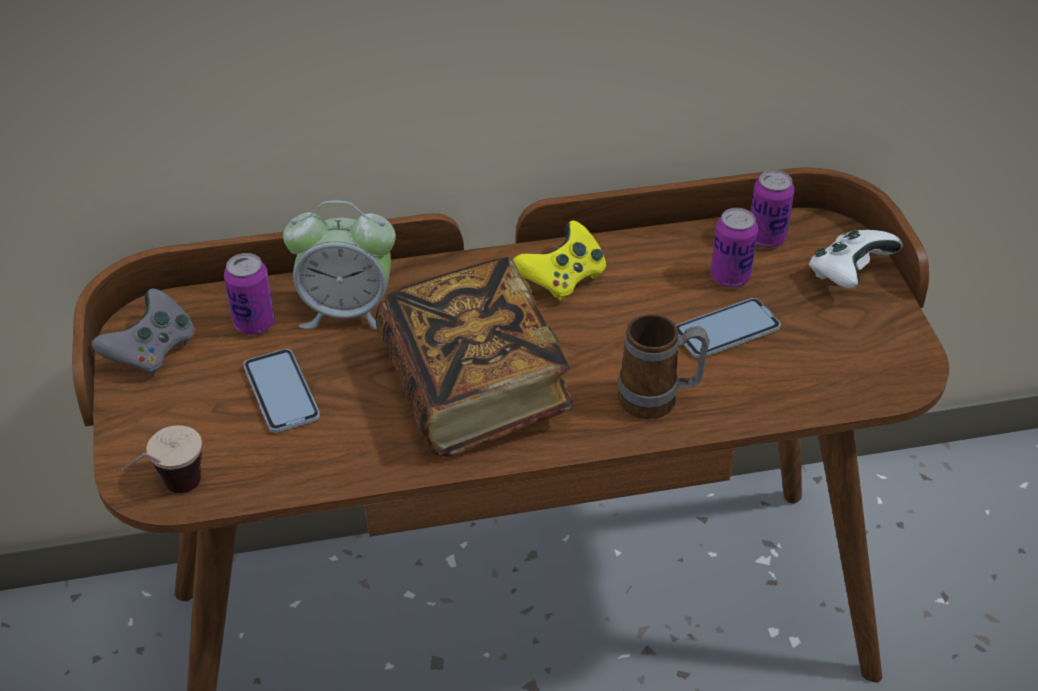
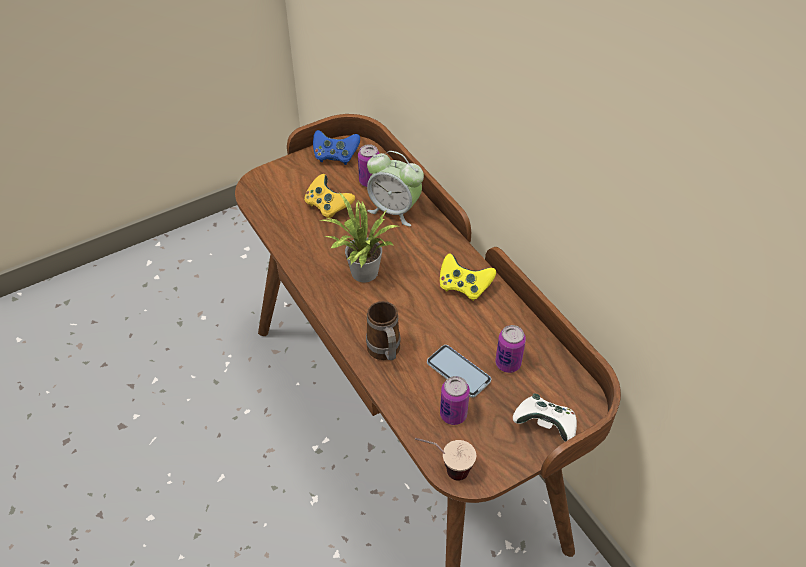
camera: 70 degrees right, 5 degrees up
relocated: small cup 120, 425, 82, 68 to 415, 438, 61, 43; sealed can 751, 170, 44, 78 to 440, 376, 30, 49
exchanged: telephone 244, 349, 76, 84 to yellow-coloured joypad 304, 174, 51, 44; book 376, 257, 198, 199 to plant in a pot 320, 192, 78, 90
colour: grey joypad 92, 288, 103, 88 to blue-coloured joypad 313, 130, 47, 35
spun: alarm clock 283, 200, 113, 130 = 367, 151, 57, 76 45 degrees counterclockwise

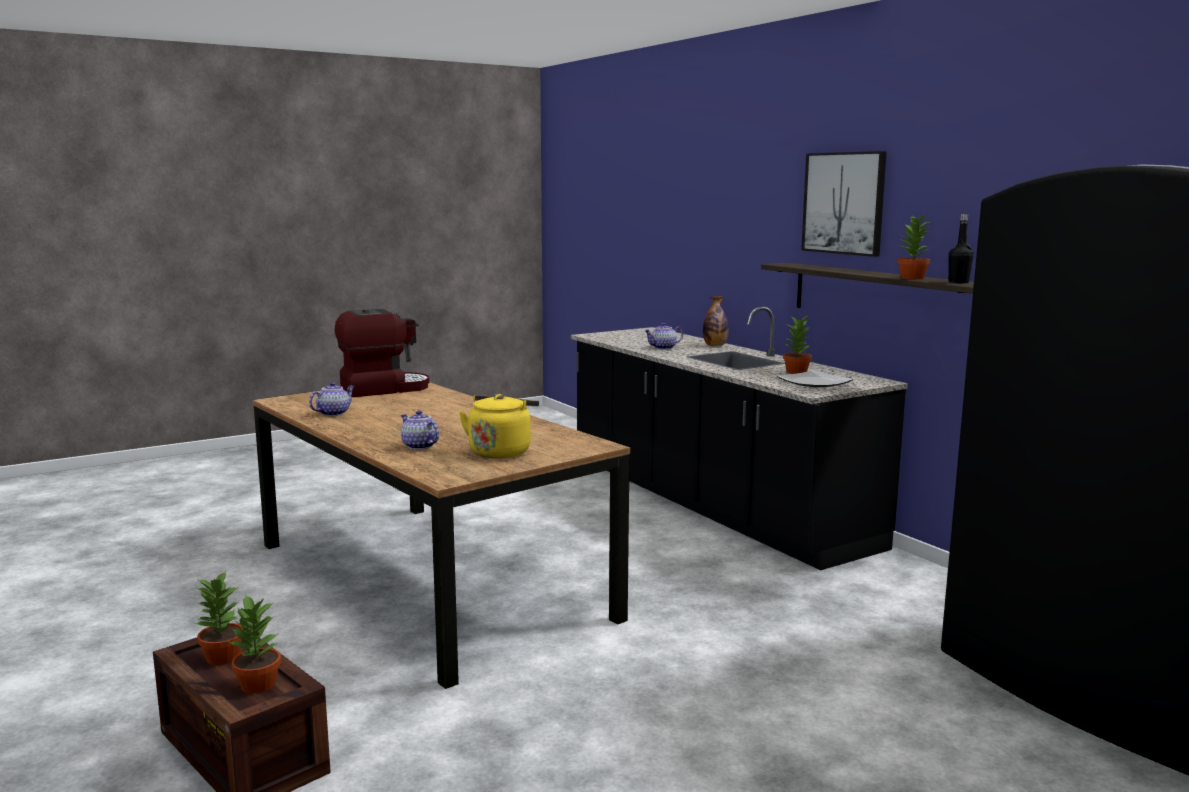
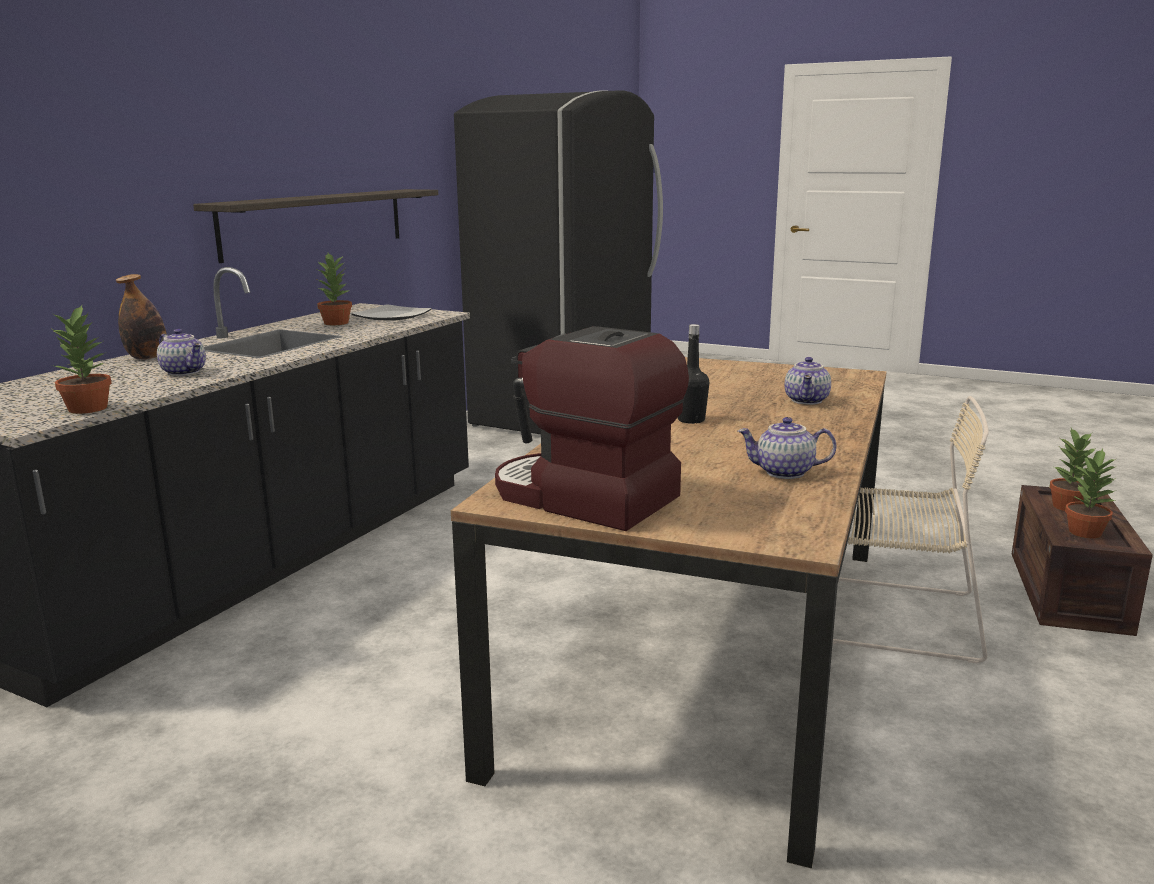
camera: 120 degrees left, 5 degrees up
missing: yellow-coloured tea kettle 459, 394, 80, 64; picture 801, 151, 86, 106
appeared: beige-coloured upright chair 833, 396, 156, 268
relocated: plant in a pot 897, 213, 33, 66 to 52, 305, 60, 109; blackish drink bottle 948, 214, 26, 69 to 678, 324, 31, 100

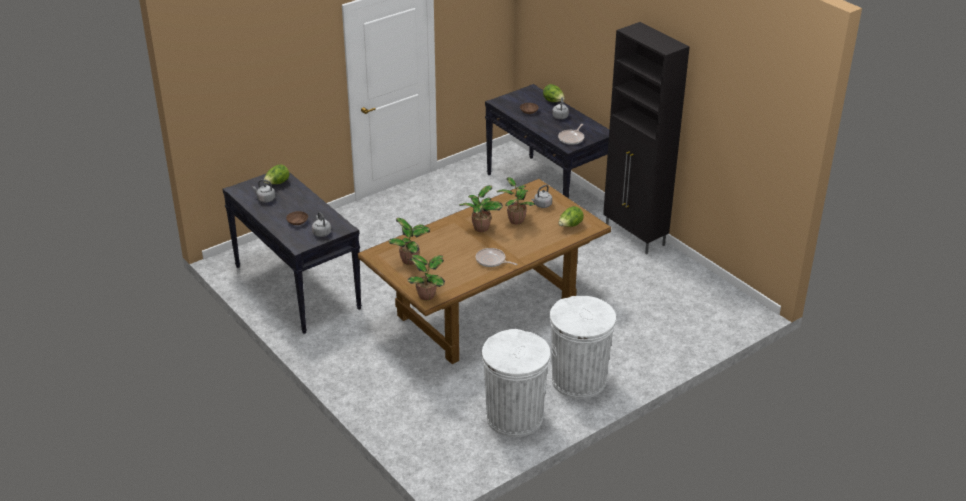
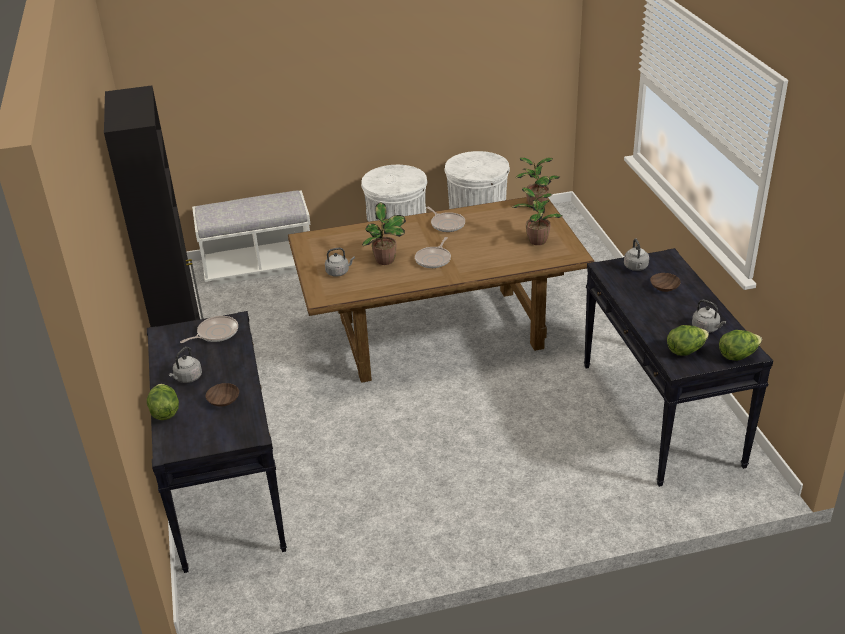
camera: 155 degrees left, 0 degrees up
appeared: whitish indoor bench 192, 190, 119, 95
relocated: lettuce head 559, 206, 25, 21 to 719, 330, 43, 31
exchanged: plant in a pot 459, 185, 44, 47 to frying pan 415, 237, 36, 31

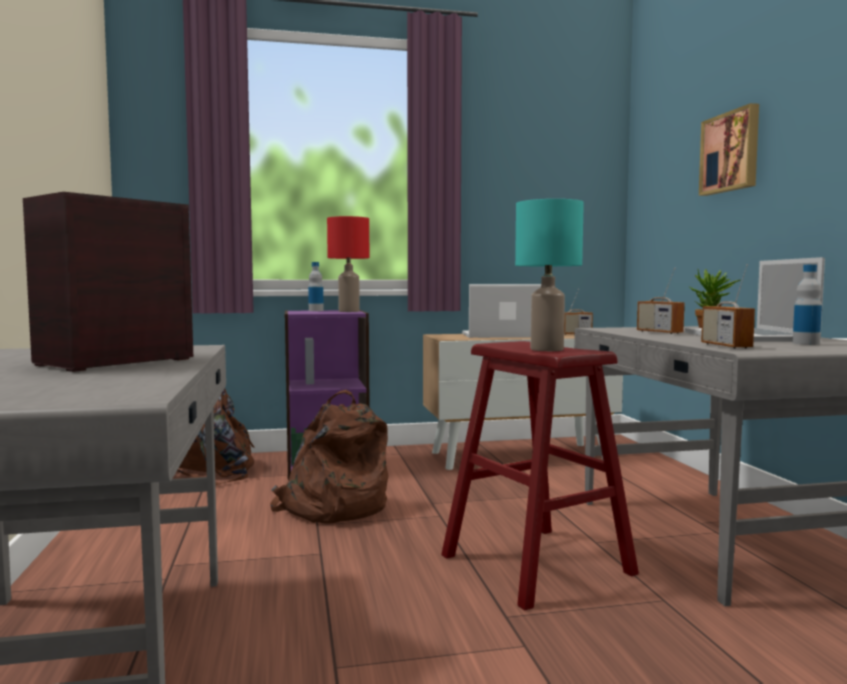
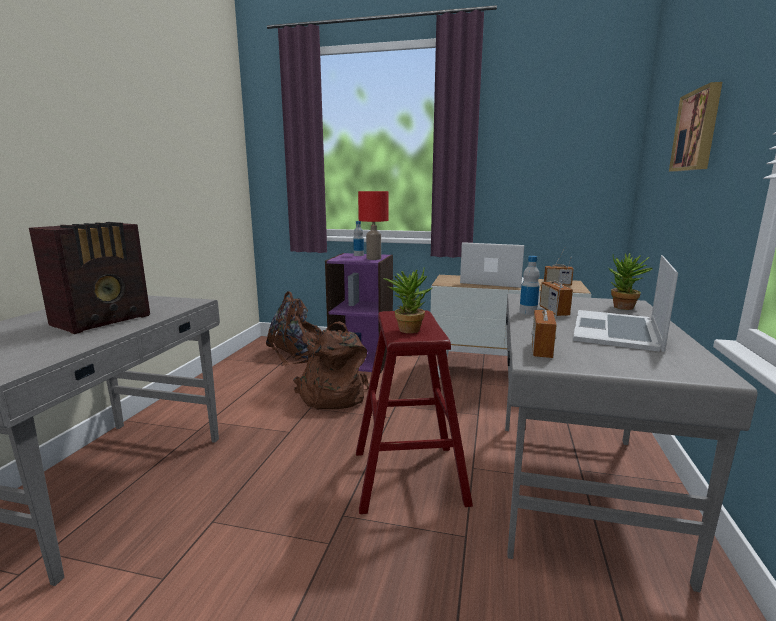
camera: 25 degrees right, 10 degrees up
relocated: drink bottle 793, 265, 29, 80 to 519, 256, 21, 59
exchanged: turquoise-coloured tabletop lamp 515, 199, 69, 152 to plant in a pot 383, 266, 49, 67
spun: radio 23, 192, 170, 180 = 29, 222, 121, 112 150 degrees clockwise

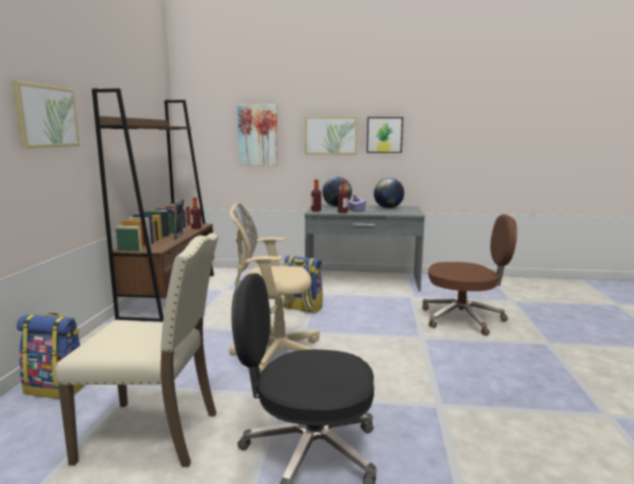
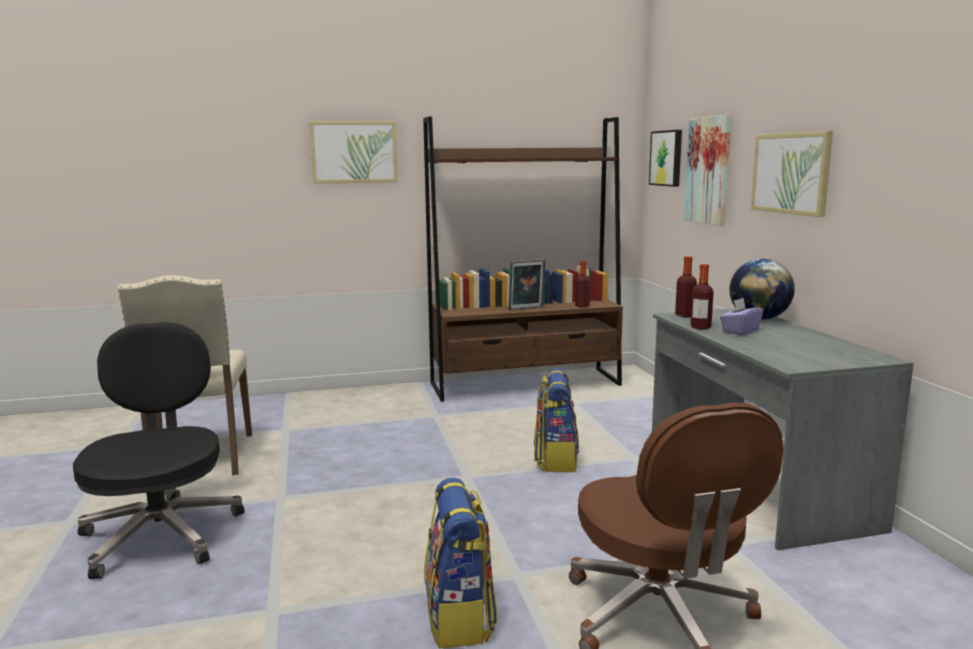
camera: 70 degrees right, 0 degrees up
missing: beige-coloured desk chair 229, 203, 91, 171; desk globe 374, 178, 30, 30
relocated: knapsack 17, 313, 68, 85 to 424, 478, 74, 170; picture 367, 117, 36, 36 to 649, 130, 33, 57

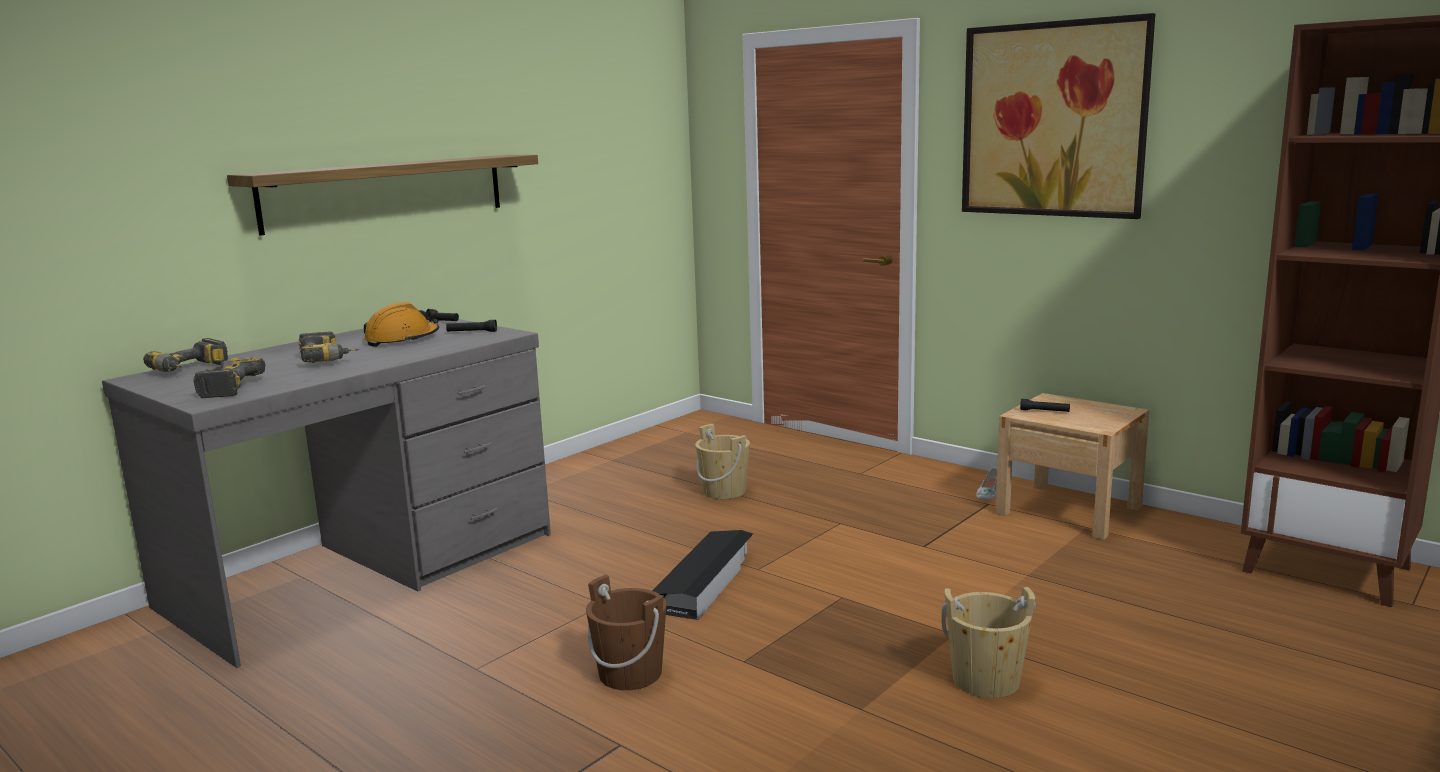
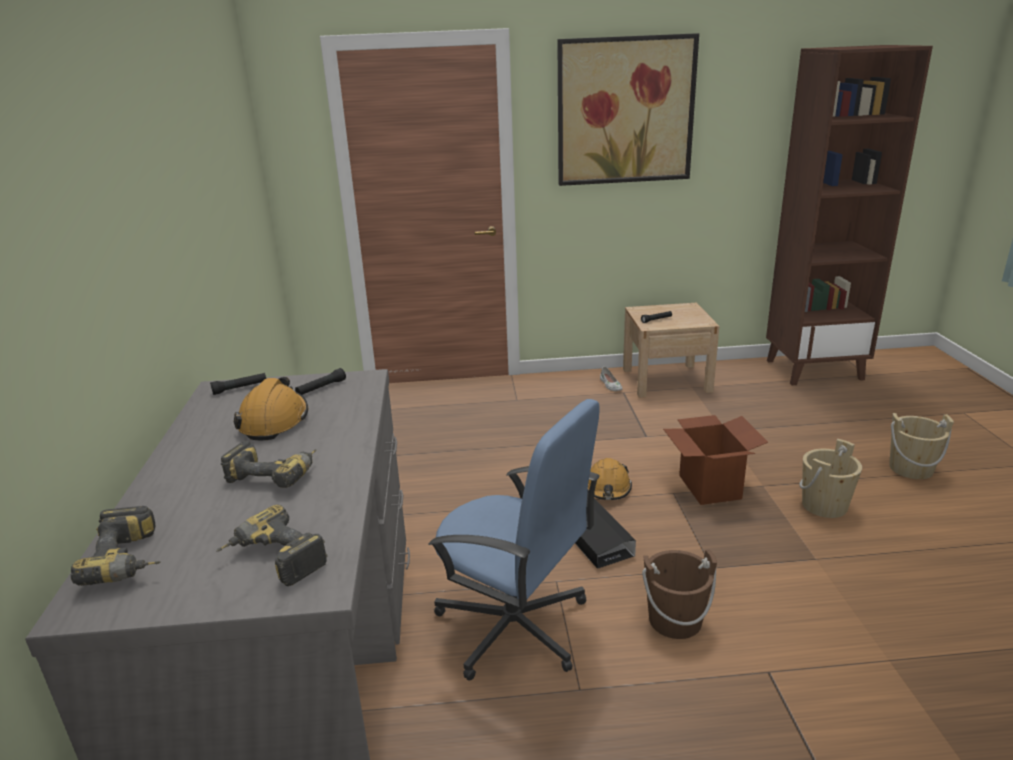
camera: 45 degrees left, 10 degrees up
missing: shelf 227, 155, 311, 81
appeared: blue-coloured desk chair 428, 399, 172, 282; orange hard hat 588, 458, 44, 42; carton 663, 415, 105, 90
relocated: beige-coloured water bucket 695, 424, 55, 75 to 889, 413, 65, 66

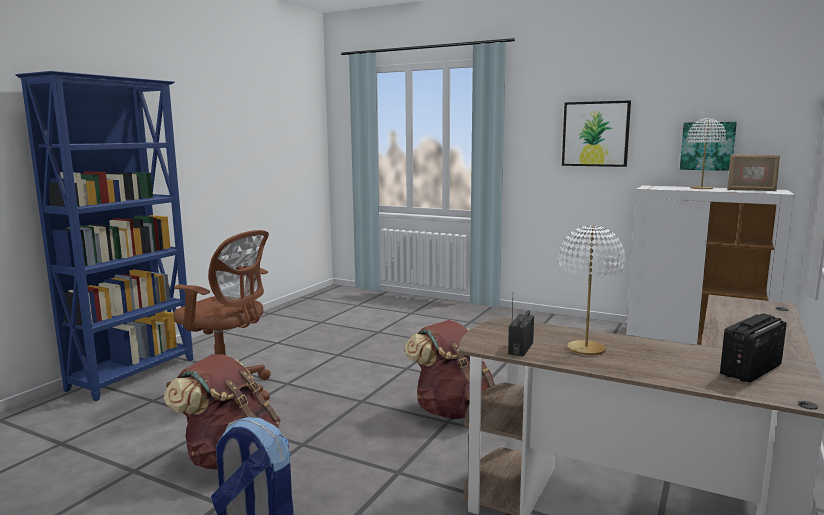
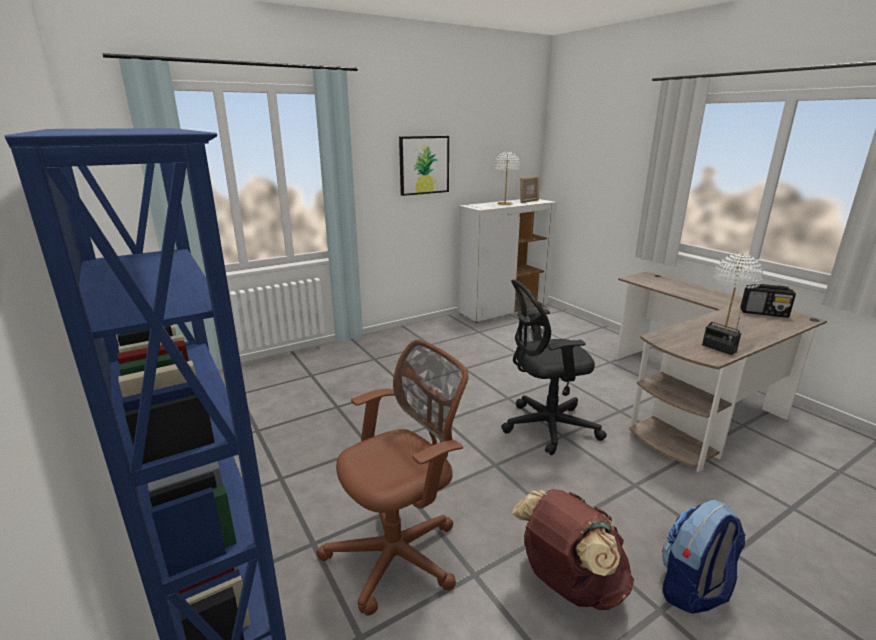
camera: 60 degrees left, 10 degrees up
missing: picture 680, 122, 57, 49
exchanged: brownish knapsack 404, 320, 91, 99 to blackish desk chair 501, 280, 106, 175
spun: radio 720, 314, 67, 69 = 740, 284, 56, 34 60 degrees counterclockwise

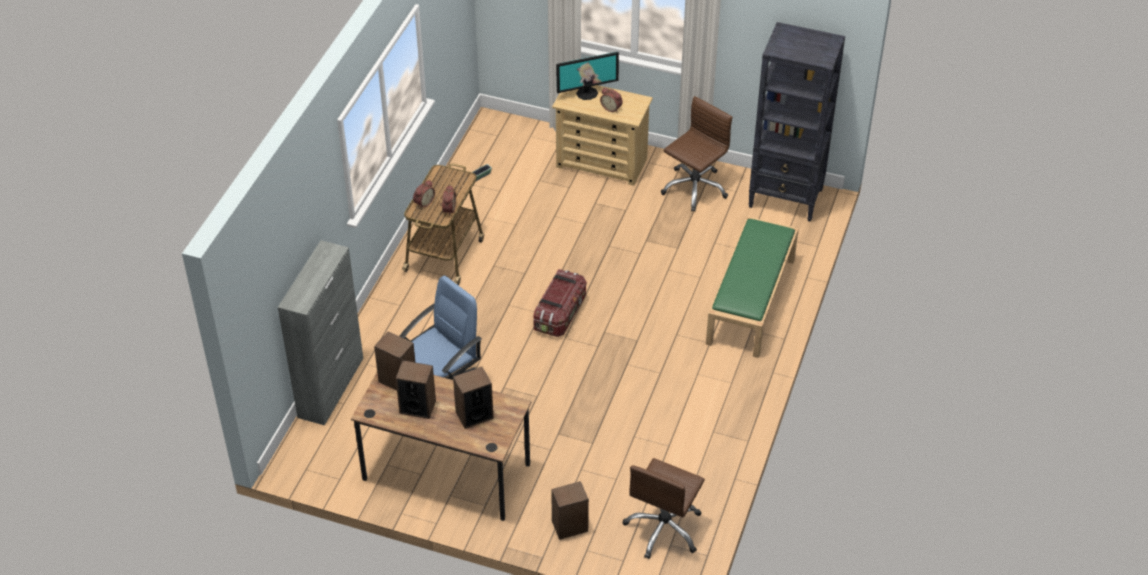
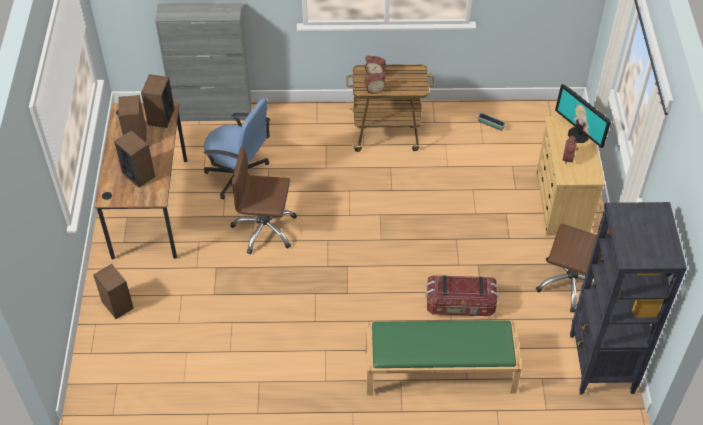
camera: 70 degrees right, 5 degrees up
relocated: storage bin 533, 269, 54, 68 to 425, 275, 73, 41; brownish desk chair 623, 458, 82, 101 to 230, 147, 67, 107

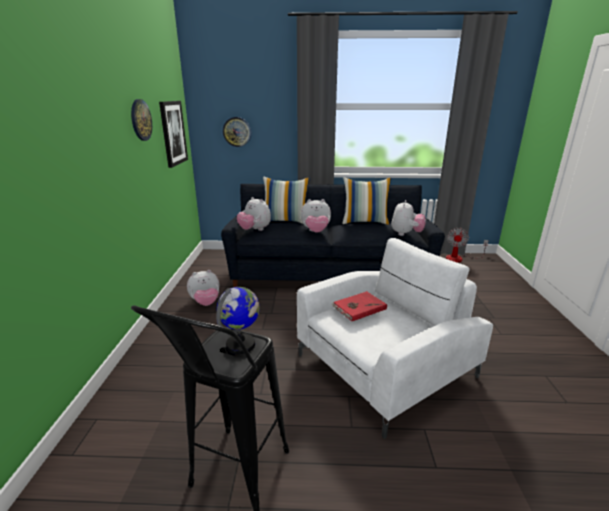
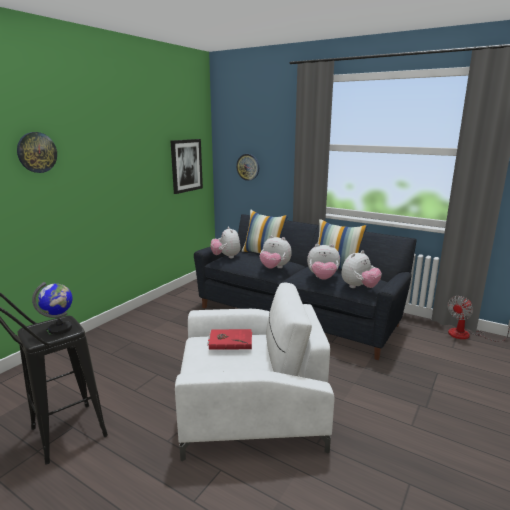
camera: 30 degrees right, 5 degrees down
relocated: wall clock 131, 99, 21, 42 to 17, 132, 40, 41; plush toy 187, 270, 32, 36 to 307, 244, 33, 36

